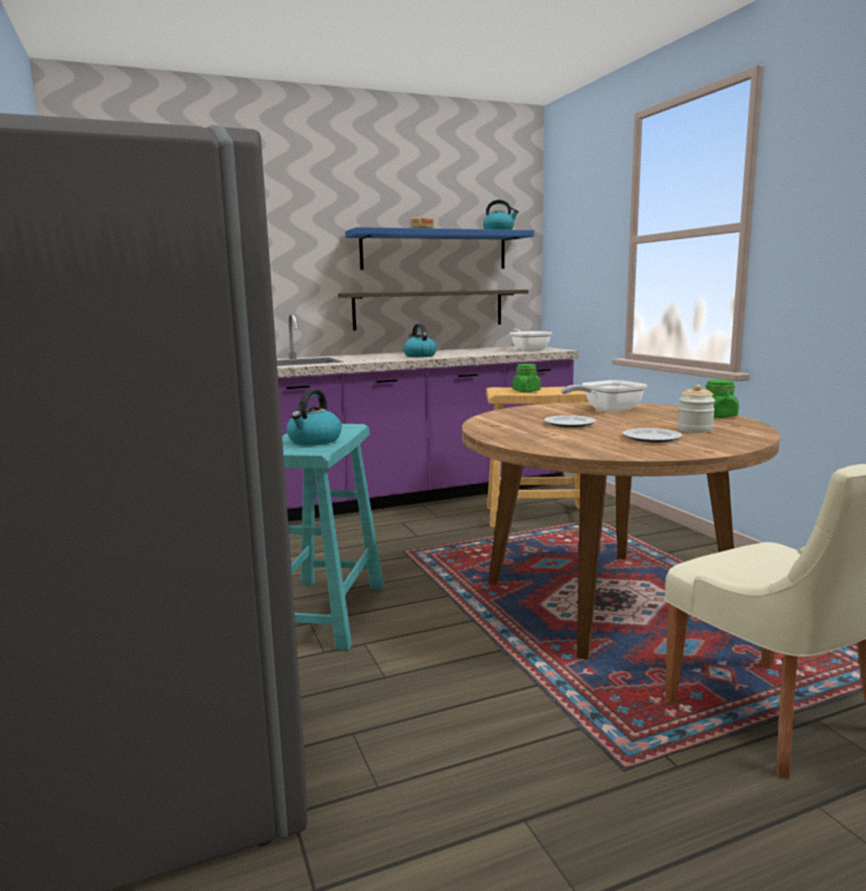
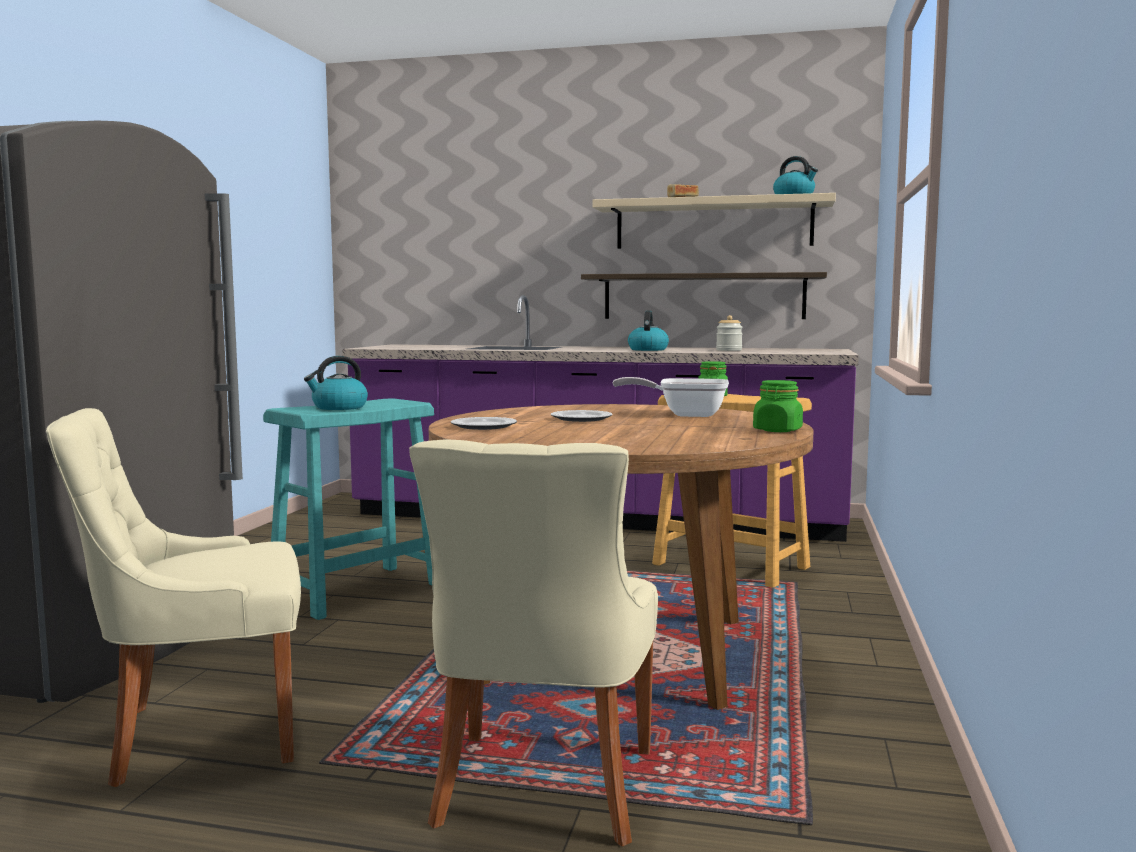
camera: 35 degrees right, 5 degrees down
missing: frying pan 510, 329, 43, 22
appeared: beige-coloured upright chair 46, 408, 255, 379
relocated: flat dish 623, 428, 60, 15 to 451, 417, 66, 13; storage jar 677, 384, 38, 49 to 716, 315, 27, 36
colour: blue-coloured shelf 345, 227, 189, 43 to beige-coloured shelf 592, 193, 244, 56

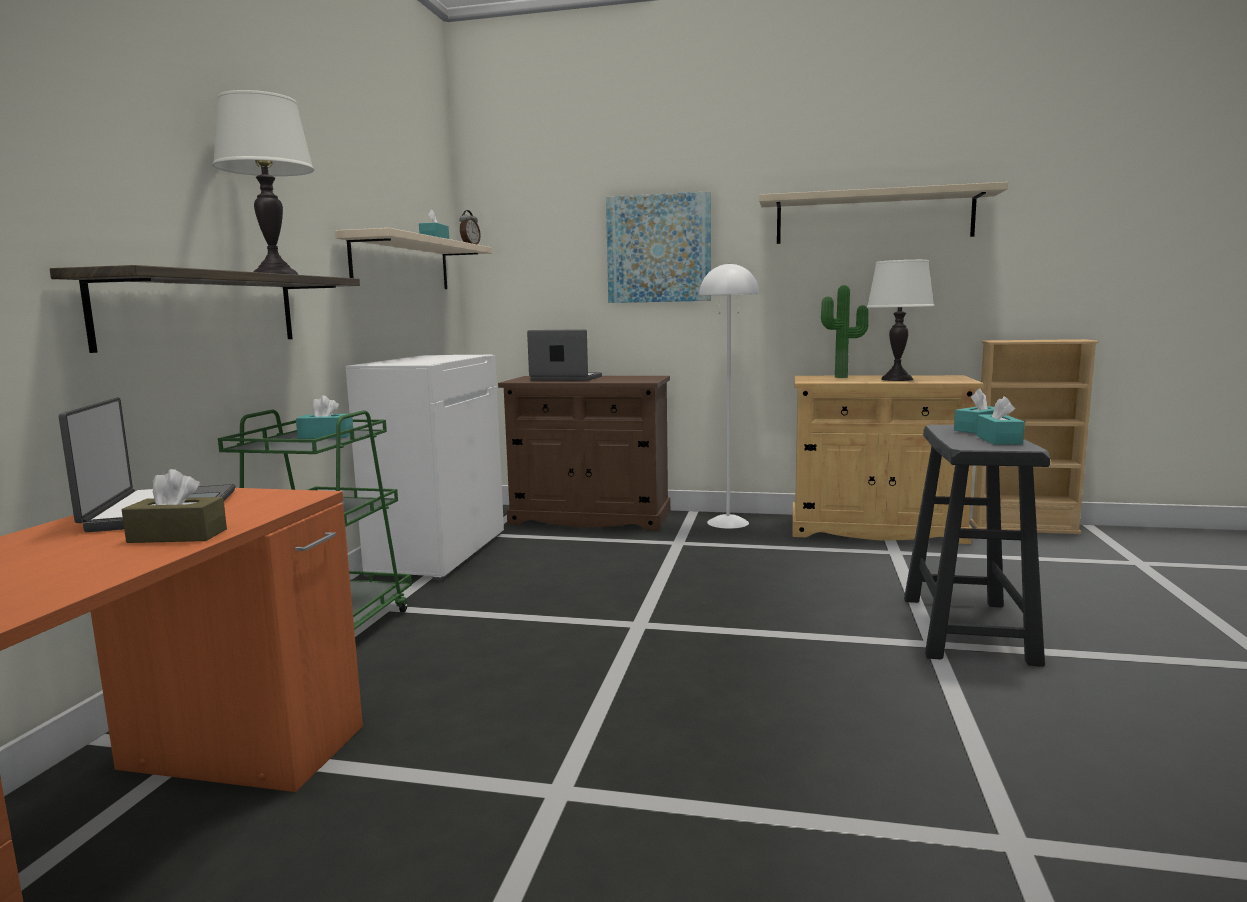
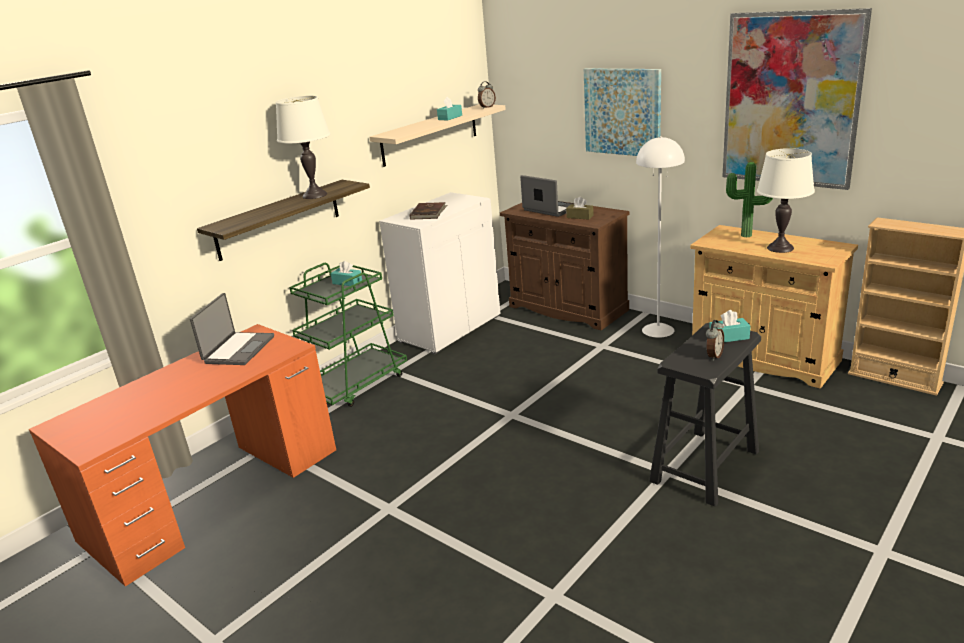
camera: 30 degrees right, 15 degrees up
appeared: brownish book 409, 202, 38, 18
relocated: brownish tissue box 122, 469, 105, 74 to 566, 197, 27, 23
exchanged: beige-coloured shelf 759, 182, 249, 62 to picture 722, 8, 150, 182; turquoise-coloured tissue box 976, 396, 49, 49 to alarm clock 706, 320, 18, 41

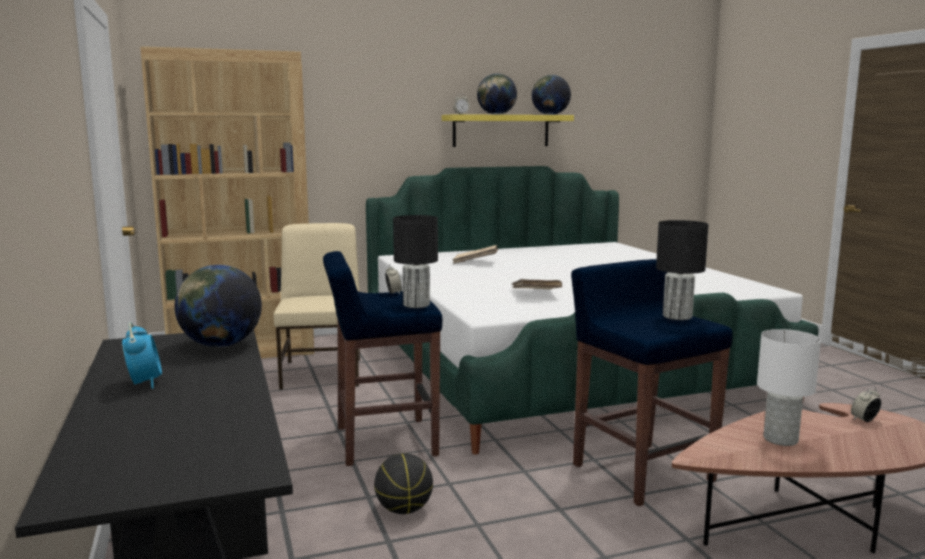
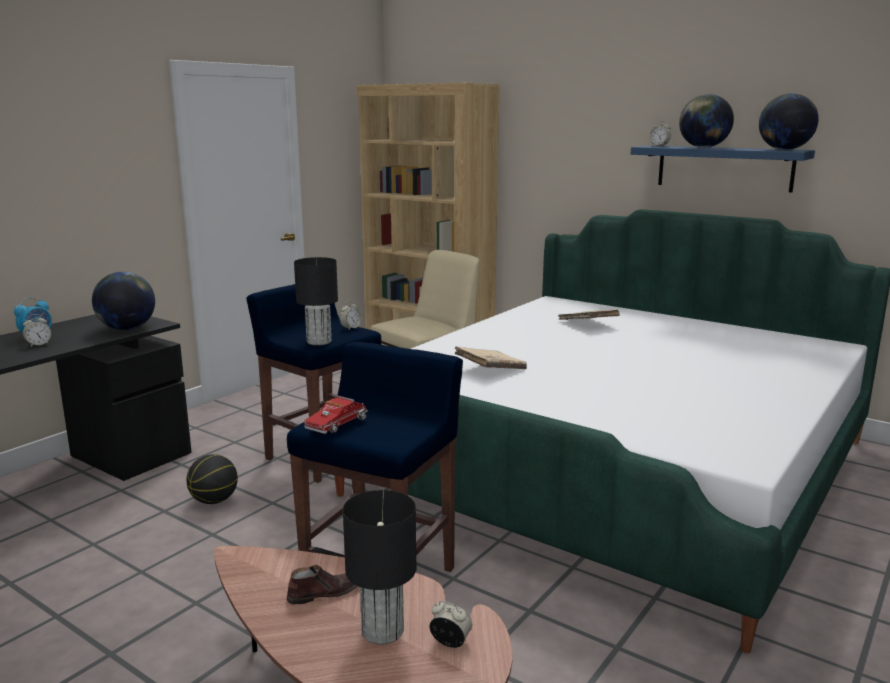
camera: 55 degrees right, 5 degrees up
appeared: alarm clock 23, 314, 28, 33; model truck 304, 396, 64, 38
relocated: blackish tabletop lamp 656, 220, 53, 100 to 343, 490, 73, 155
exchanged: whitish tabletop lamp 757, 329, 64, 117 to brownish shoe 287, 565, 71, 39
colour: yellow-coloured shelf 442, 114, 132, 33 to blue-coloured shelf 631, 145, 184, 48

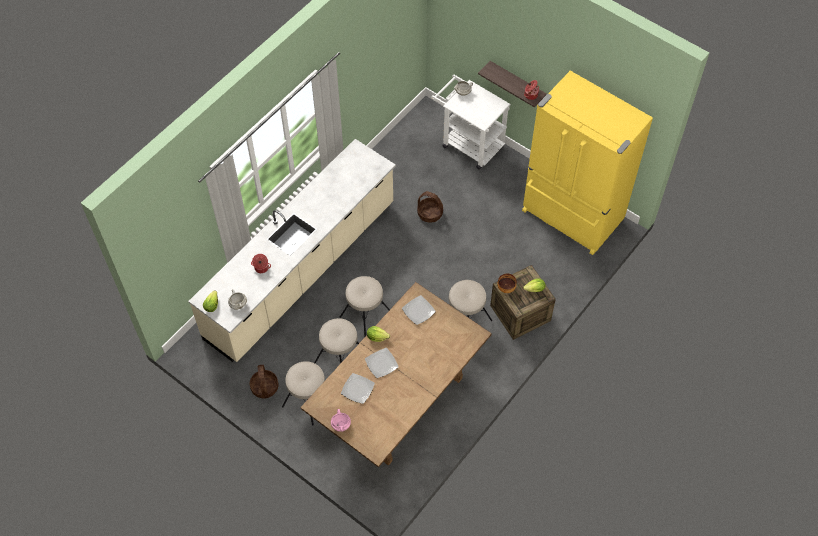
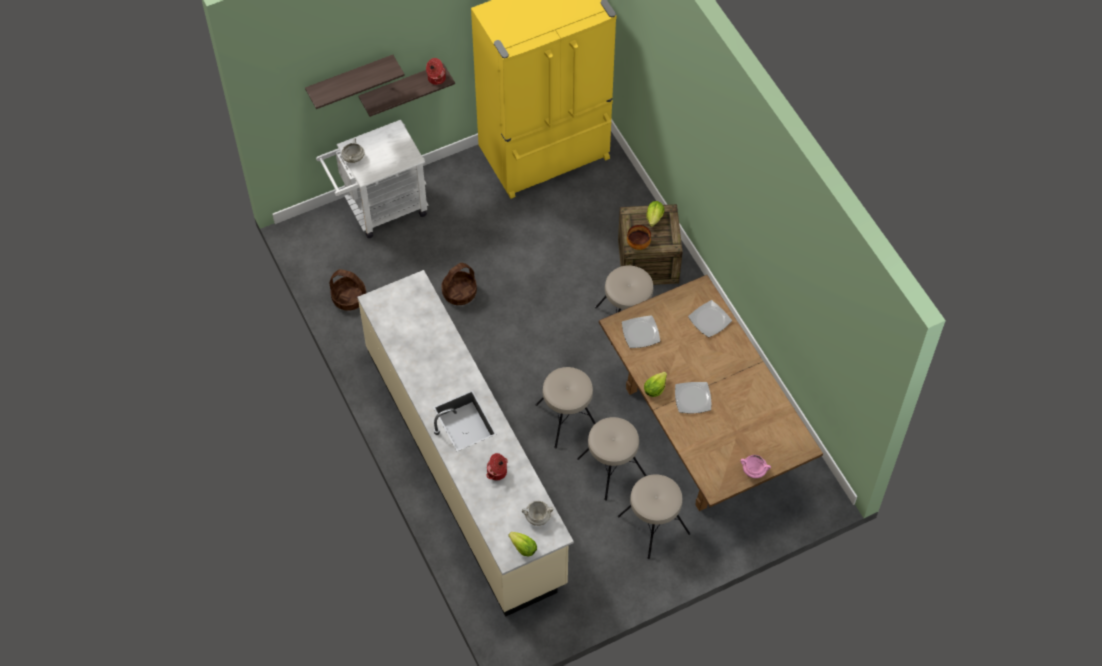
camera: 65 degrees left, 0 degrees up
appeared: shelf 305, 55, 100, 54
relocated: basket 250, 365, 28, 34 to 329, 269, 37, 42; flat dish 341, 373, 34, 31 to 688, 300, 44, 37

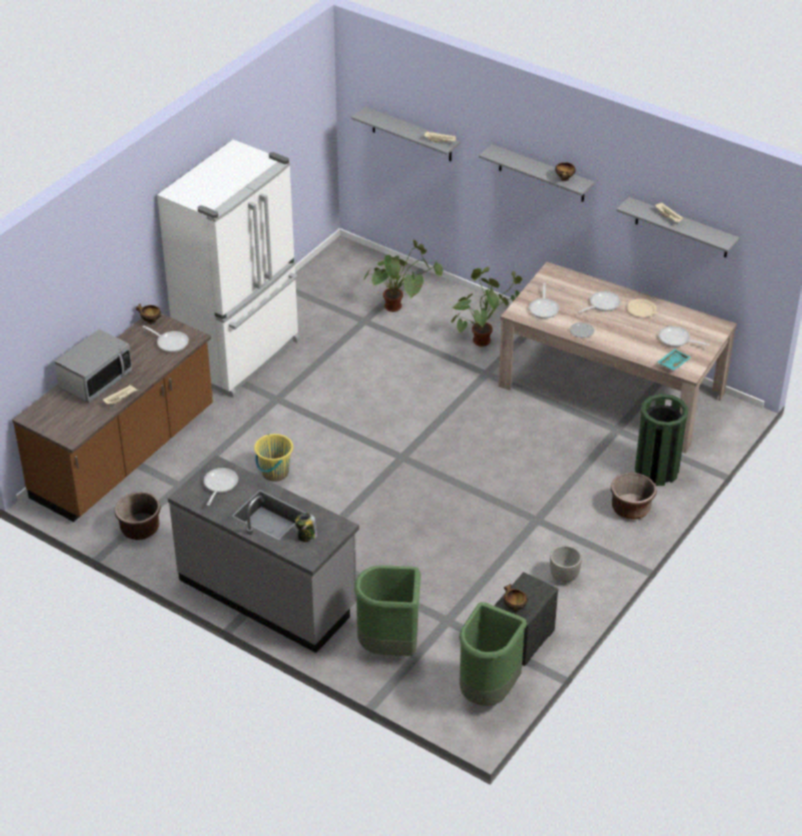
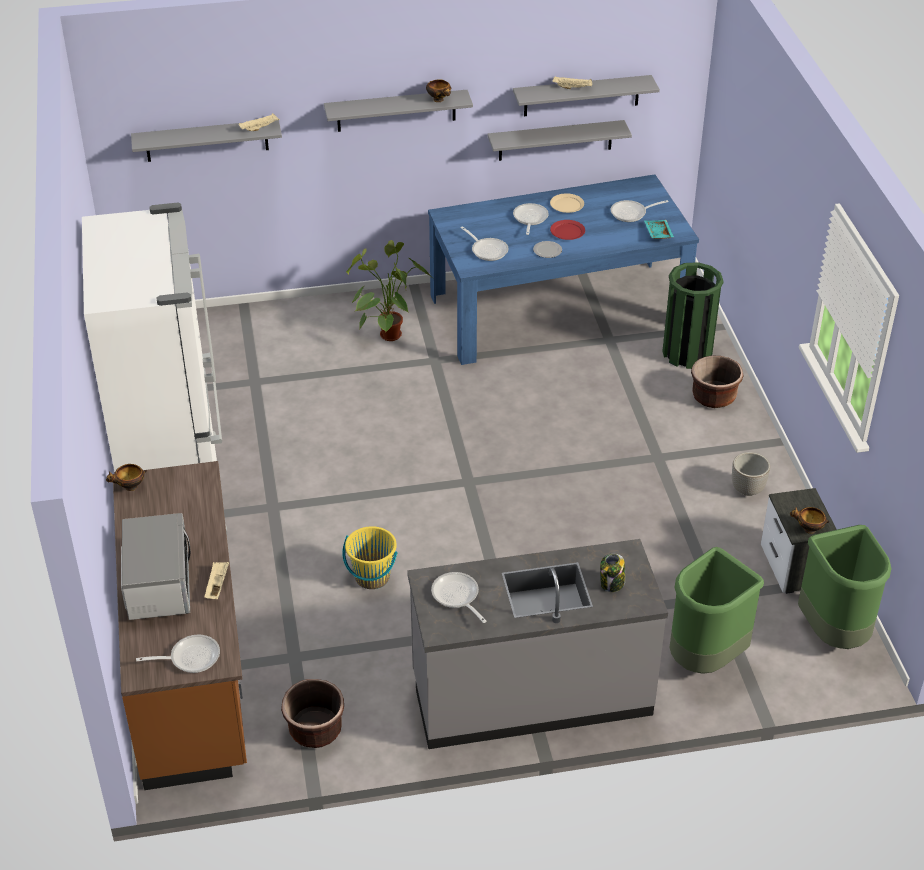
camera: 45 degrees left, 0 degrees up
missing: plant in a pot 363, 240, 80, 72
appeared: grey shelf 487, 120, 145, 41; reddish flat dish 550, 220, 35, 20
relocated: frying pan 142, 326, 47, 26 to 136, 635, 84, 38
colour: beige-coloured dinner table 498, 262, 239, 191 to blue-coloured dinner table 428, 174, 271, 191

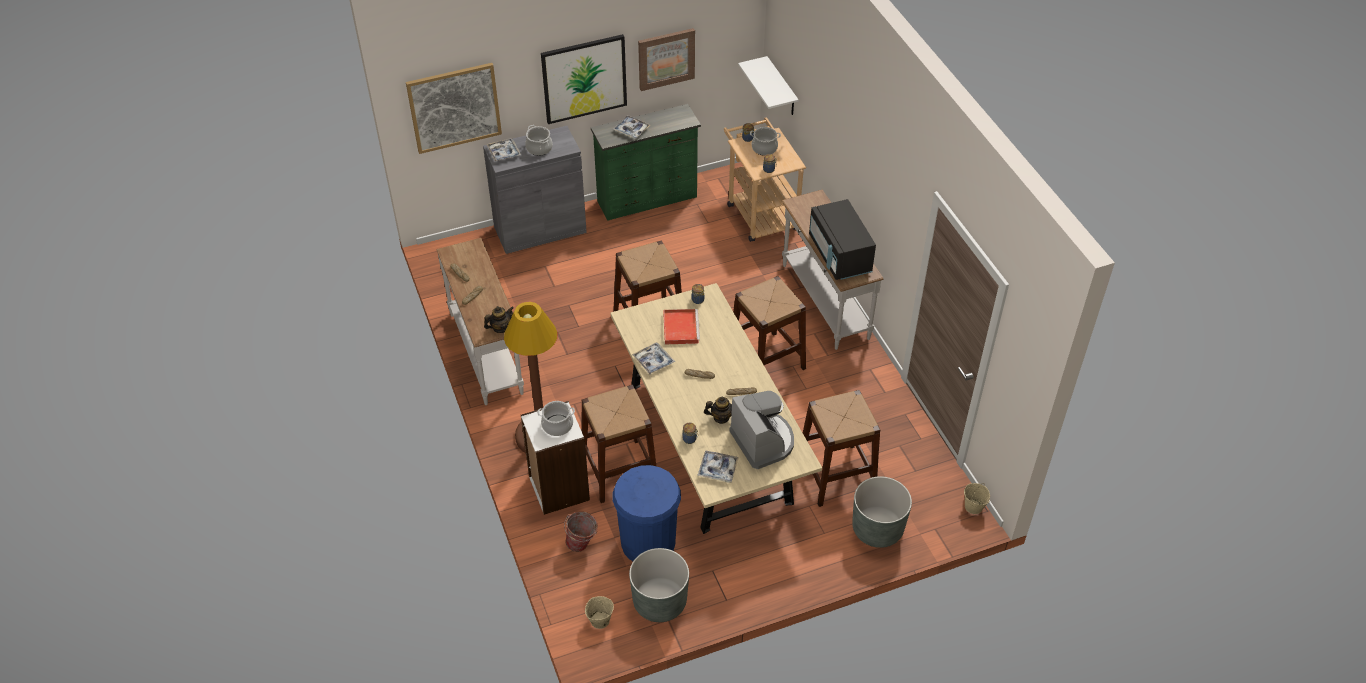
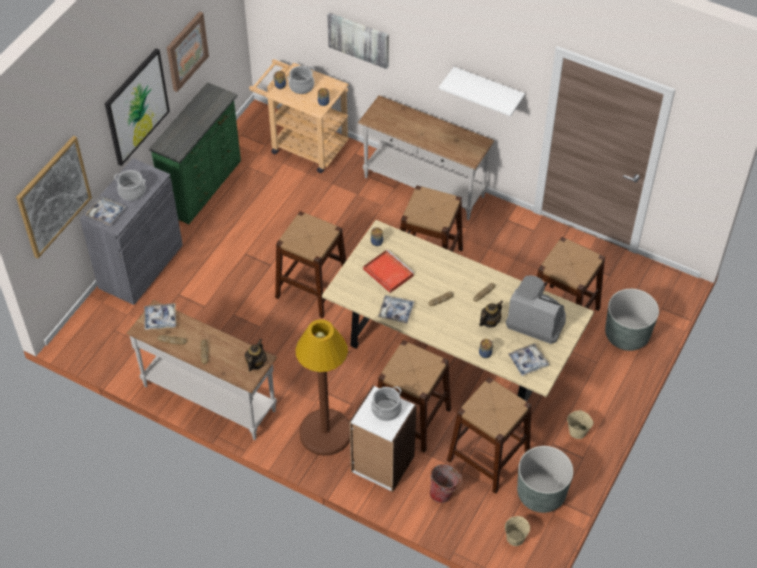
camera: 40 degrees left, 5 degrees up
missing: blackish microwave oven 809, 199, 67, 81
appeared: picture 327, 12, 62, 57
relocated: carrying tray 613, 115, 37, 24 to 144, 303, 32, 27; whitish shelf 738, 56, 61, 59 to 439, 67, 86, 49; beige-coloured water bucket 964, 483, 26, 31 to 567, 410, 27, 29
exchanged: blue-coloured rubbish bin 613, 465, 68, 96 to brownish sitting stool 447, 377, 85, 117

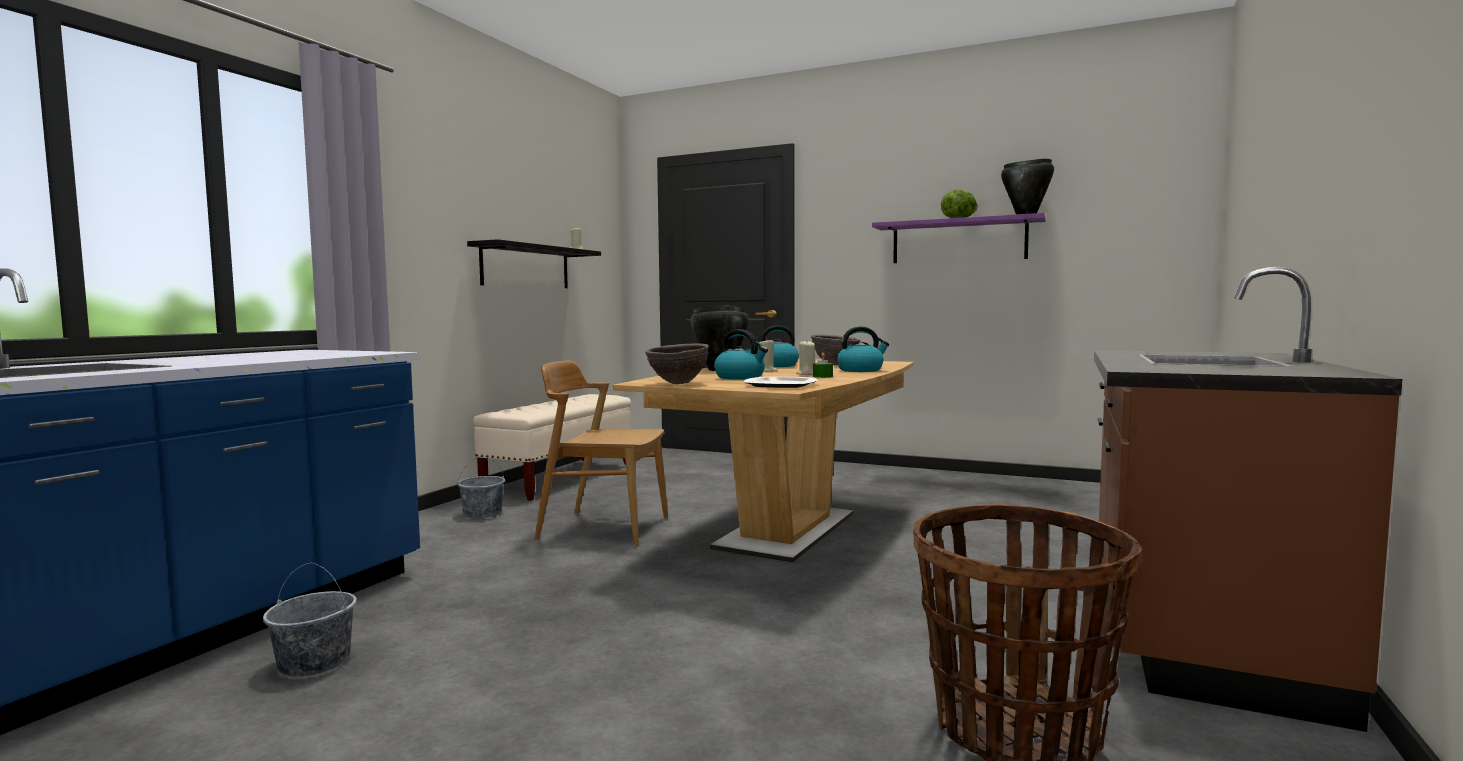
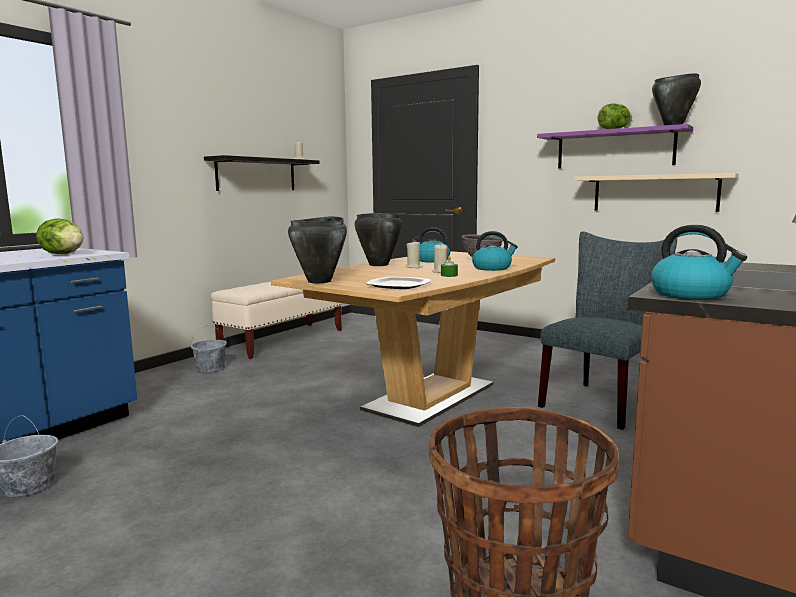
camera: 10 degrees right, 5 degrees up
missing: brownish upright chair 534, 360, 134, 186
appeared: lettuce head 36, 219, 48, 36; grey upright chair 538, 231, 139, 199; beige-coloured shelf 574, 173, 165, 39
relocated: tea kettle 714, 329, 54, 50 to 651, 225, 96, 75
exchanged: brownish bowl 645, 344, 64, 40 to blackish stockpot 288, 216, 59, 67

